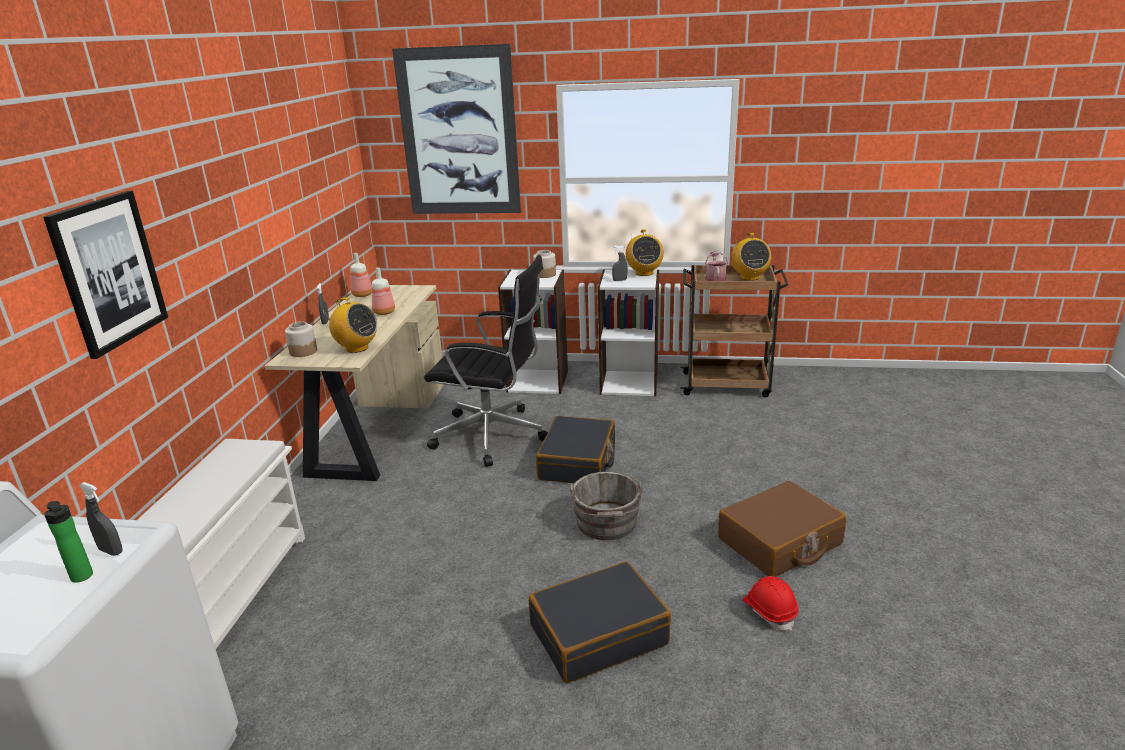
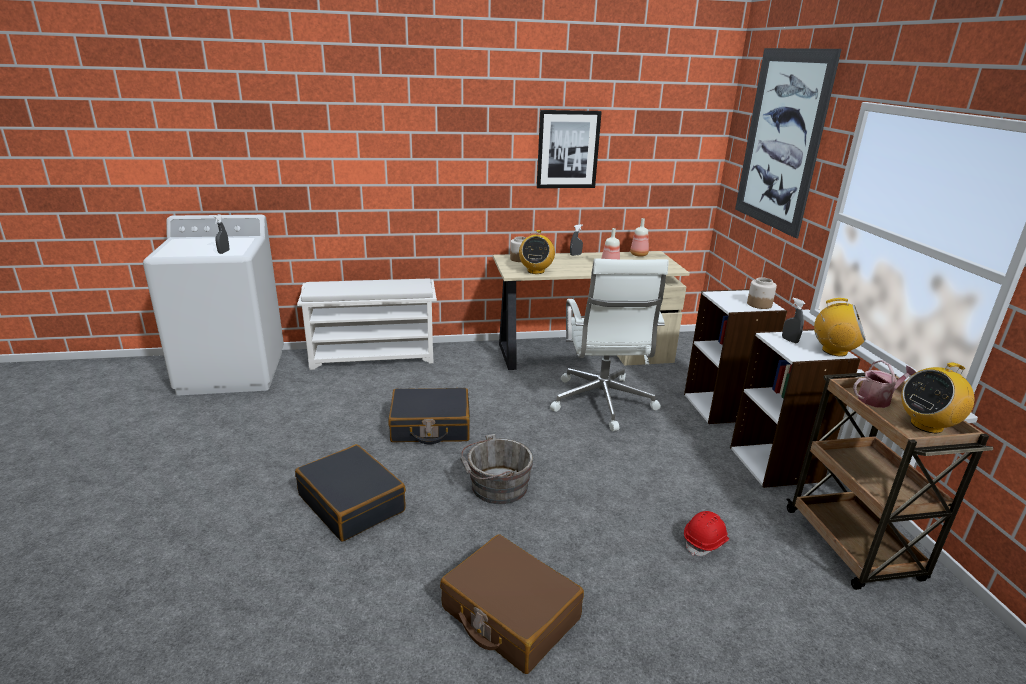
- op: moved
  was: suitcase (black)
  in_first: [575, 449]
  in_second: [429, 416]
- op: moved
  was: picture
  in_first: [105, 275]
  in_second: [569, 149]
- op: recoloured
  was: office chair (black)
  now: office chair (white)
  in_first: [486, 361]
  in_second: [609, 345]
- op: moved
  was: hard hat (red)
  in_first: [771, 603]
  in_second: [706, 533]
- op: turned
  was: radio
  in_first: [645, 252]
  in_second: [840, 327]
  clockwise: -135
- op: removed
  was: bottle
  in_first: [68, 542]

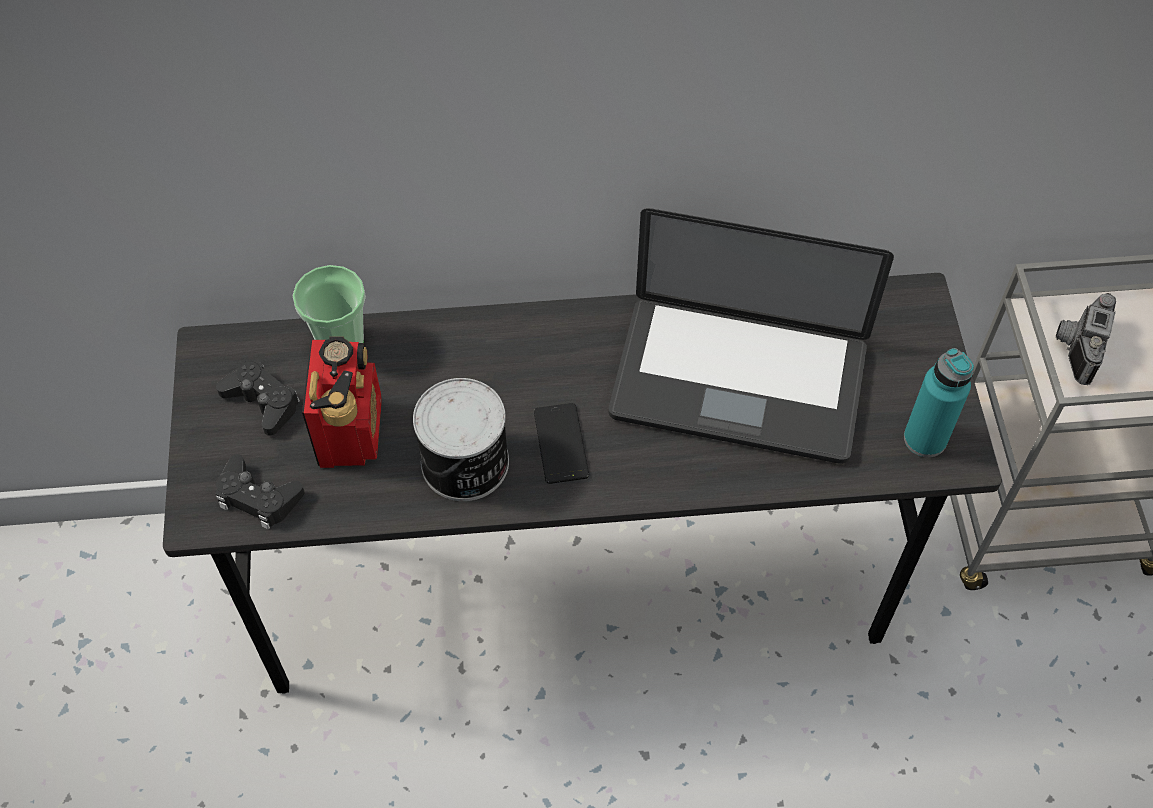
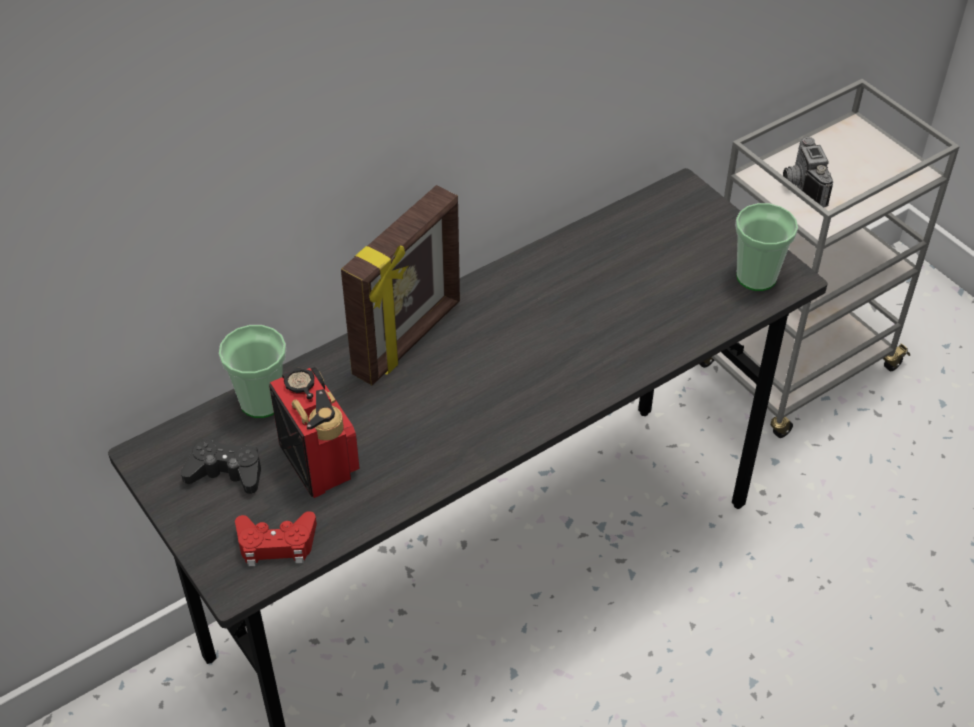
- op: recoloured
  was: game controller (black)
  now: game controller (red)
  in_first: [259, 492]
  in_second: [276, 538]
- op: added
  now: picture frame
  in_second: [400, 285]
- op: replaced
  was: bottle (turquoise)
  now: cup
  in_first: [939, 402]
  in_second: [766, 247]
- op: removed
  was: can
  in_first: [461, 439]
- op: removed
  was: phone
  in_first: [561, 443]
- op: removed
  was: laptop
  in_first: [751, 336]

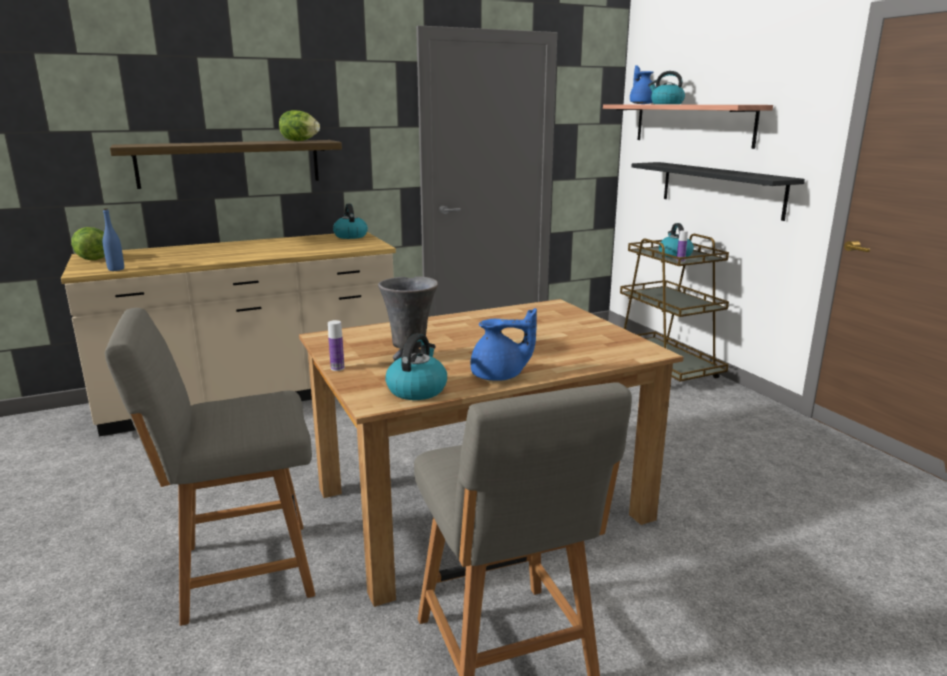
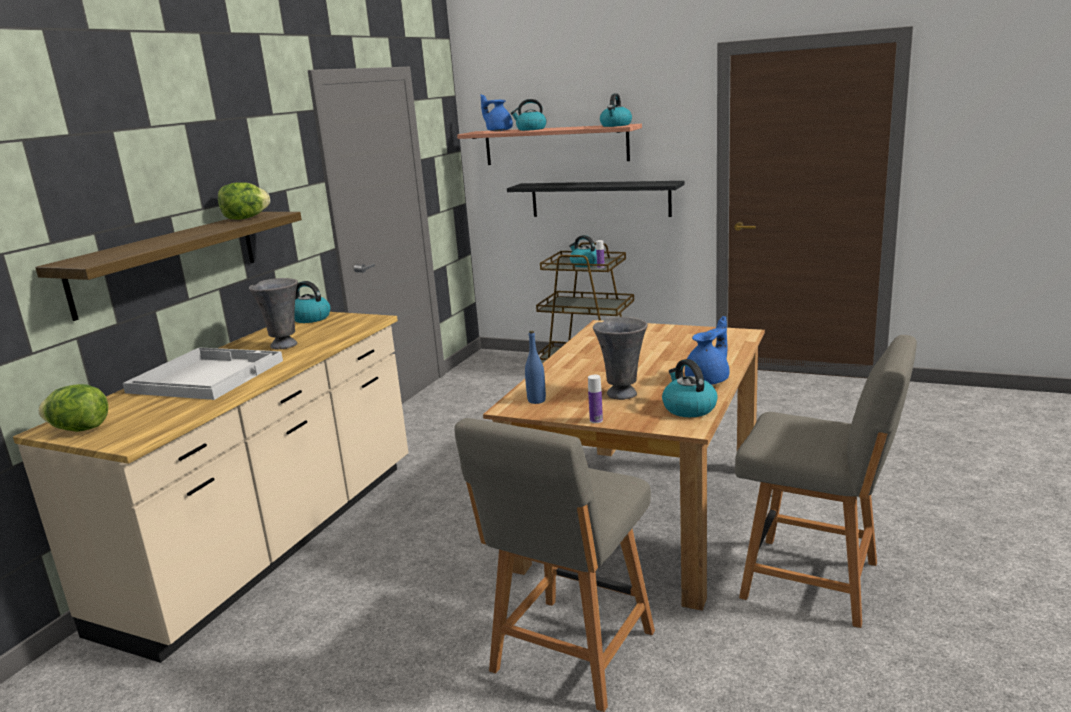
- op: added
  now: tray (white)
  in_second: [203, 373]
- op: added
  now: vase (grey)
  in_second: [273, 314]
- op: moved
  was: bottle (blue)
  in_first: [113, 239]
  in_second: [535, 367]
- op: added
  now: kettle
  in_second: [616, 110]

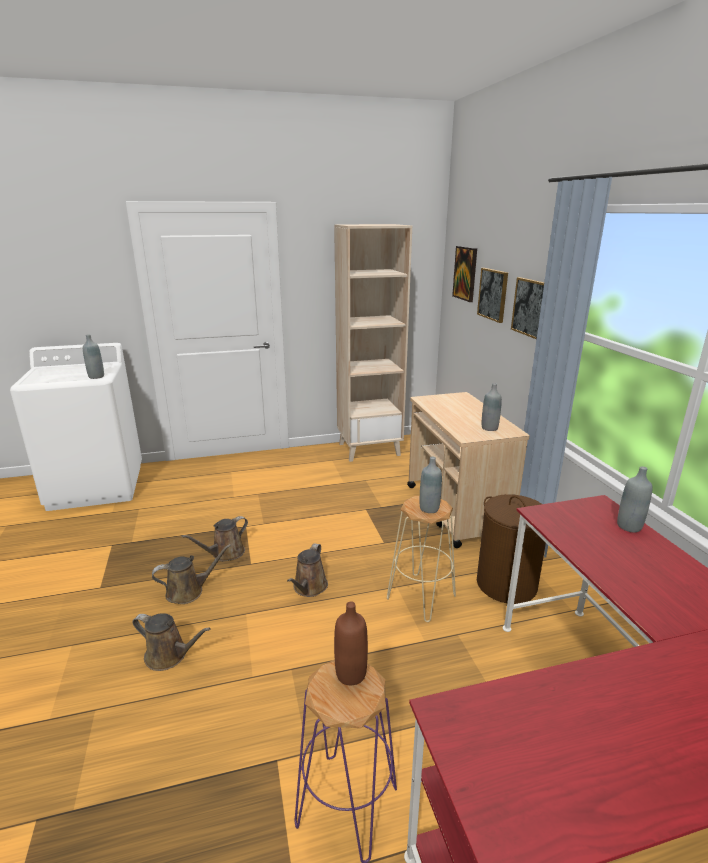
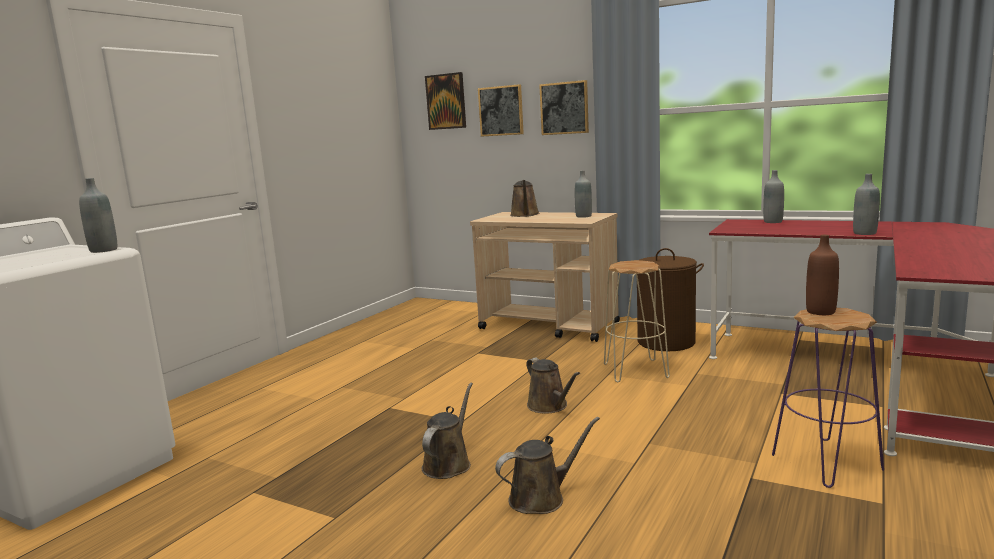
- op: moved
  was: watering can (brown)
  in_first: [215, 538]
  in_second: [524, 198]
- op: moved
  was: bottle (grey)
  in_first: [431, 485]
  in_second: [866, 204]
- op: removed
  was: bookcase (beige)
  in_first: [373, 343]

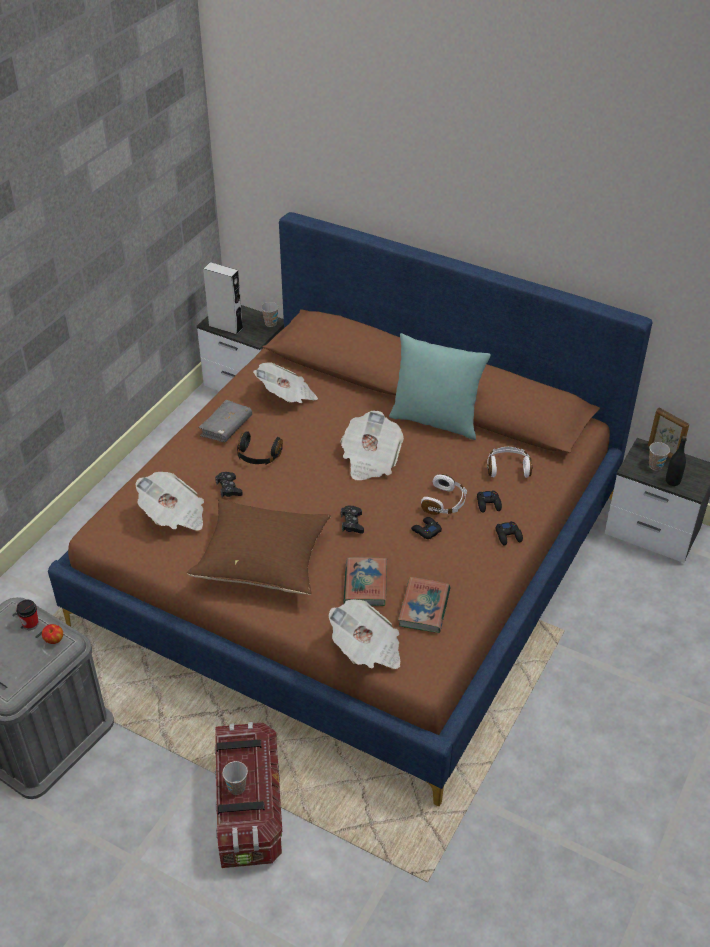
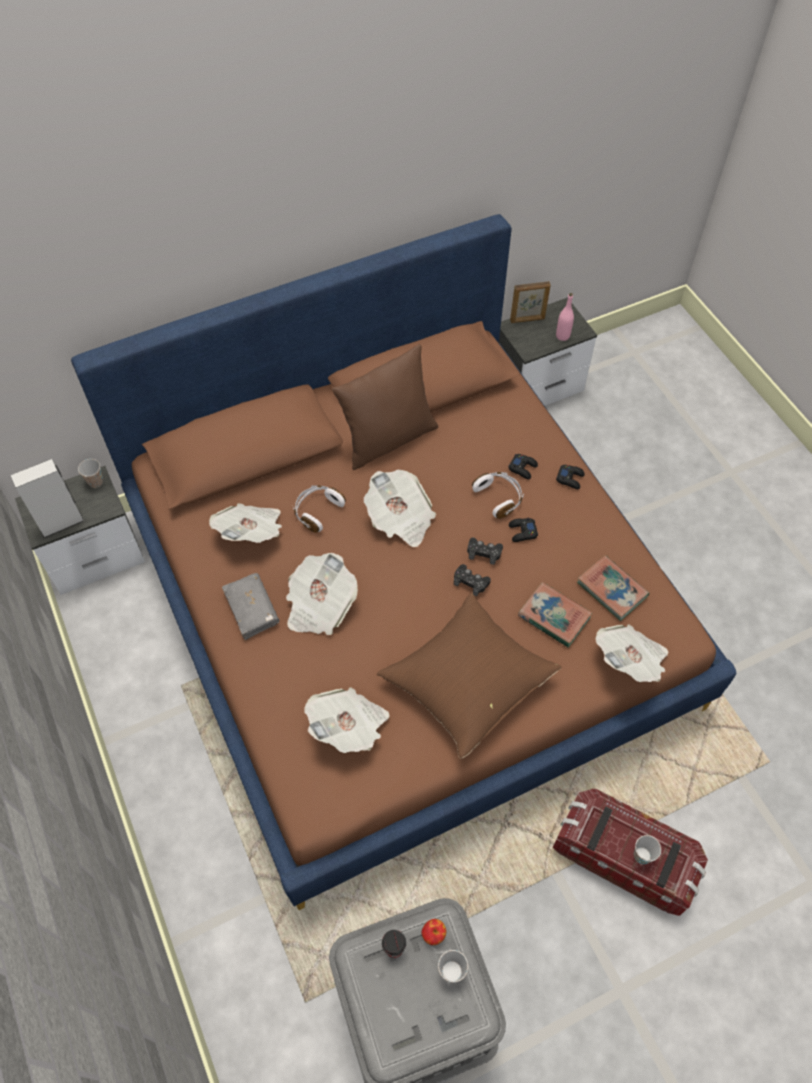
- op: replaced
  was: headphones (black)
  now: newspaper
  in_first: [260, 448]
  in_second: [322, 594]
- op: moved
  was: headphones (white)
  in_first: [510, 462]
  in_second: [319, 509]
- op: recoloured
  was: pillow (turquoise)
  now: pillow (brown)
  in_first: [440, 386]
  in_second: [385, 407]
- op: moved
  was: cup
  in_first: [659, 456]
  in_second: [453, 966]
- op: moved
  was: game controller (black)
  in_first: [229, 485]
  in_second: [485, 551]
- op: recoloured
  was: bottle (black)
  now: bottle (pink)
  in_first: [676, 461]
  in_second: [565, 317]

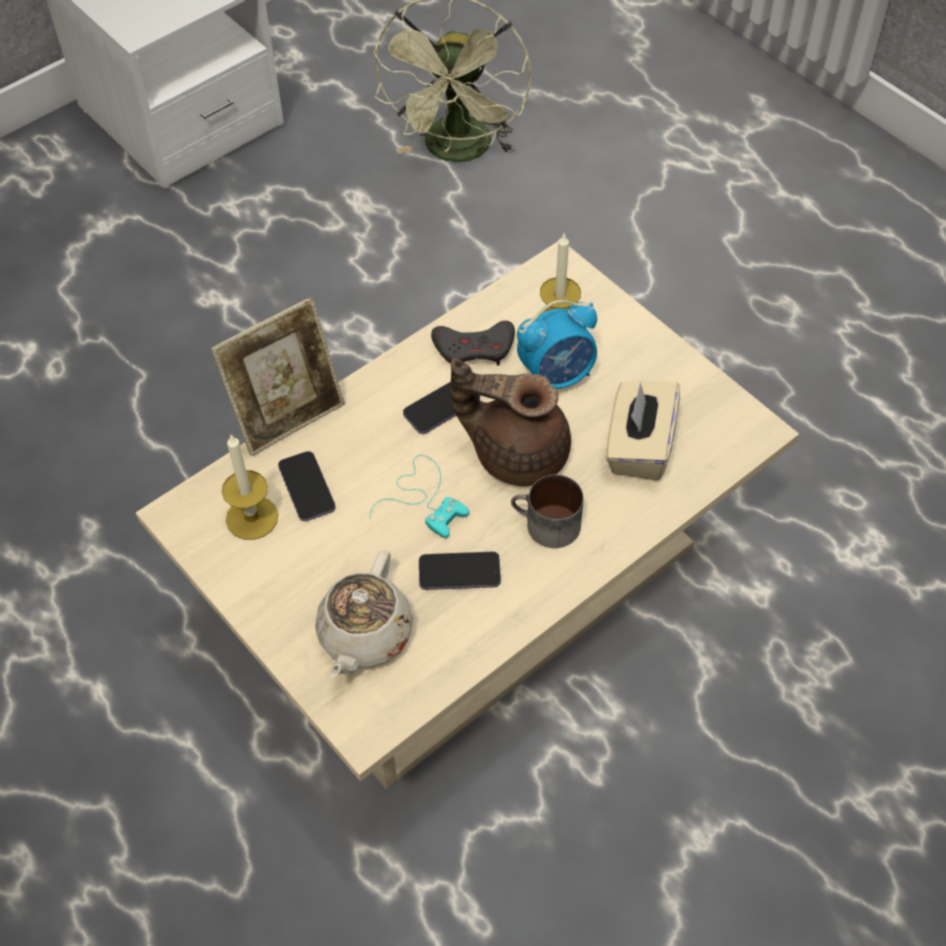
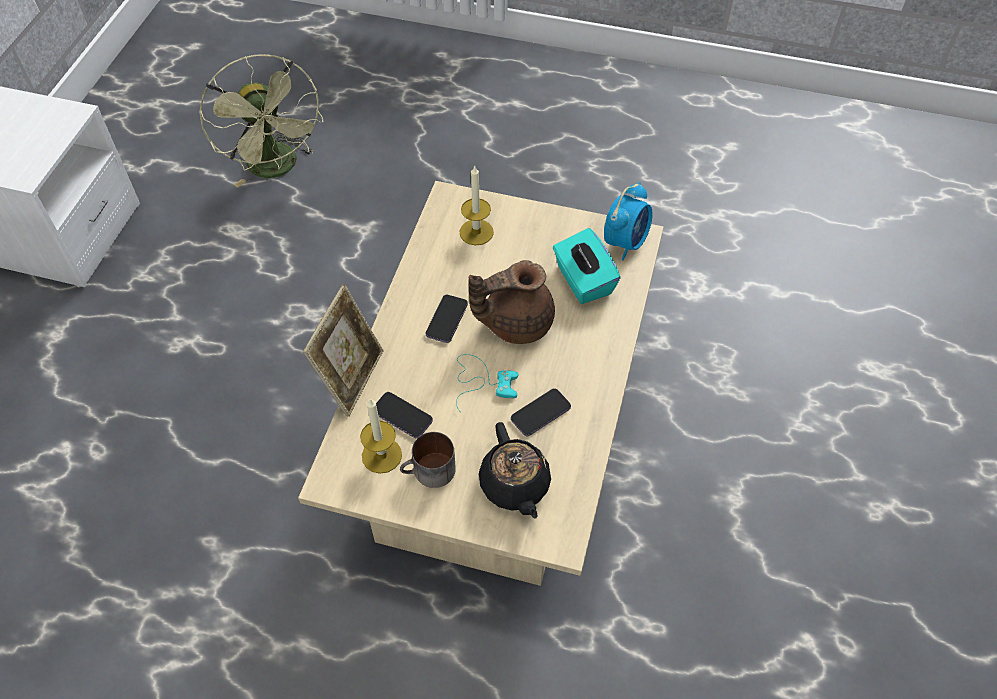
- op: moved
  was: mug
  in_first: [547, 511]
  in_second: [428, 460]
- op: recoloured
  was: teapot (beige)
  now: teapot (black)
  in_first: [364, 614]
  in_second: [515, 470]
- op: recoloured
  was: tissue box (beige)
  now: tissue box (turquoise)
  in_first: [643, 431]
  in_second: [586, 266]
- op: moved
  was: alarm clock
  in_first: [557, 344]
  in_second: [628, 221]
- op: removed
  was: game controller (grey)
  in_first: [473, 343]

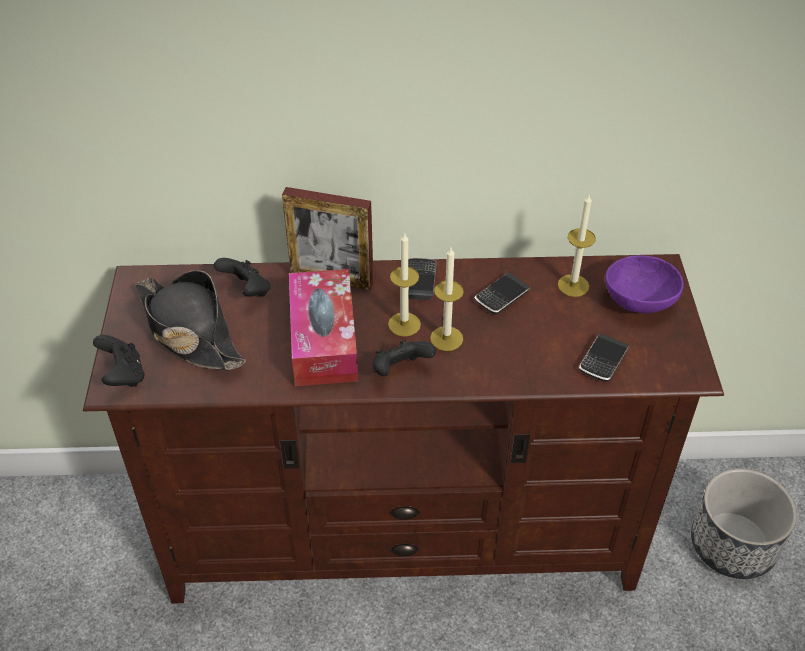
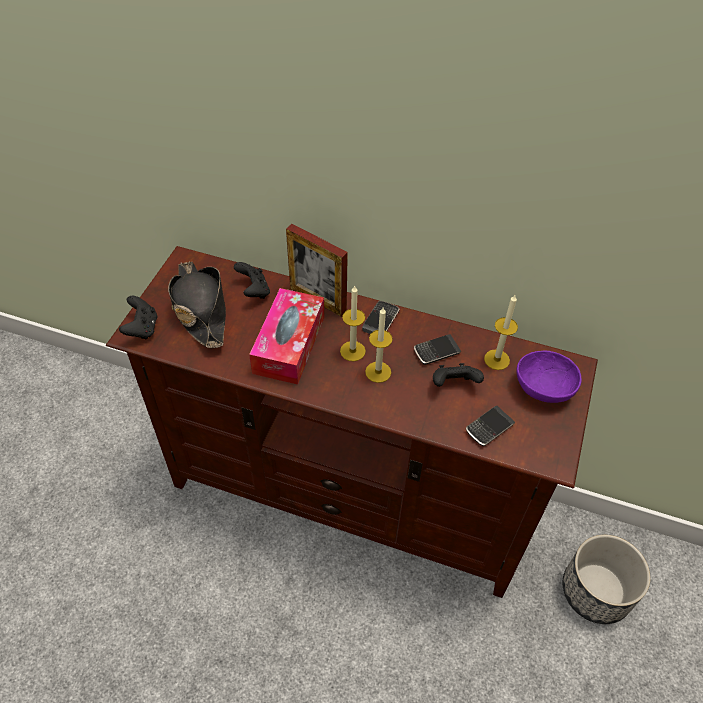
- op: moved
  was: game controller (black)
  in_first: [404, 357]
  in_second: [458, 375]

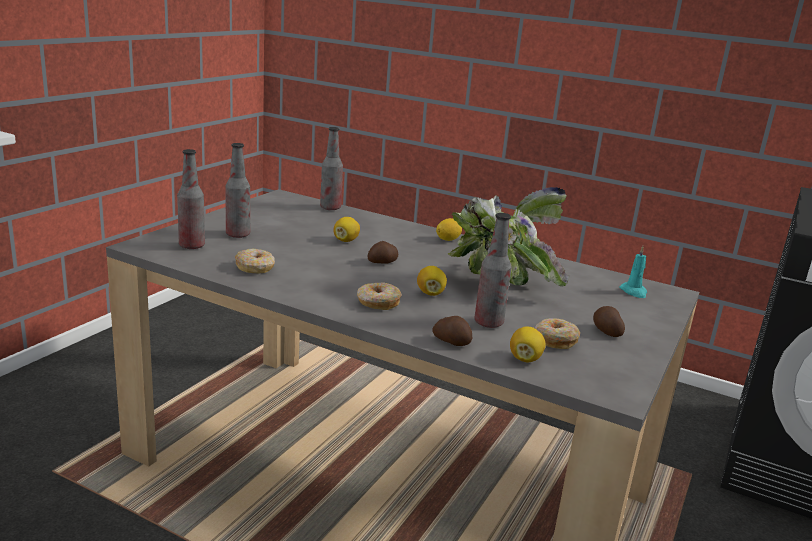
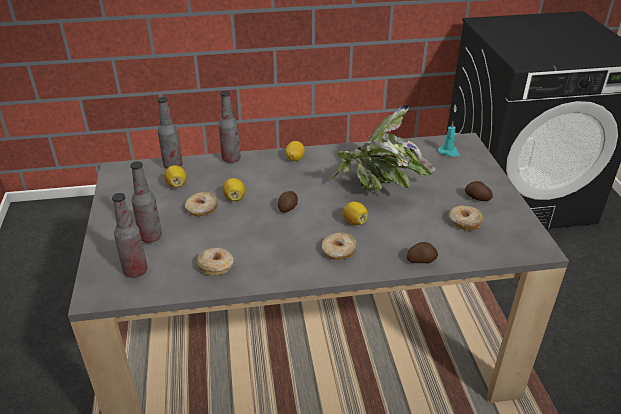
- op: moved
  was: lemon
  in_first: [528, 344]
  in_second: [175, 176]
- op: added
  now: donut
  in_second: [201, 204]
- op: moved
  was: bottle
  in_first: [493, 270]
  in_second: [229, 127]

